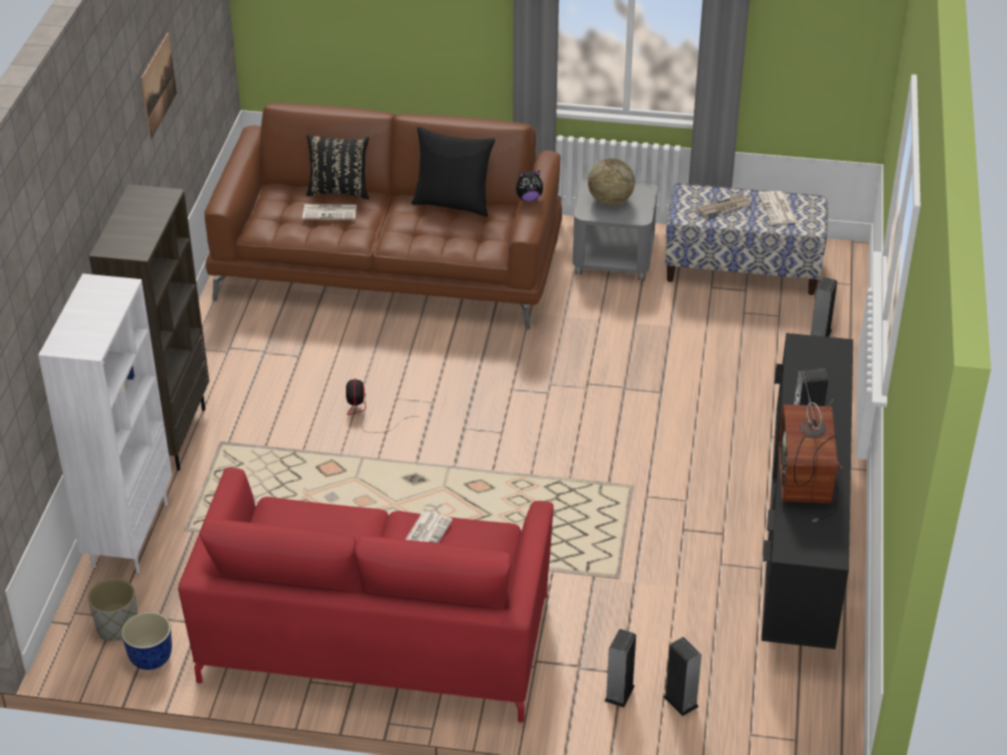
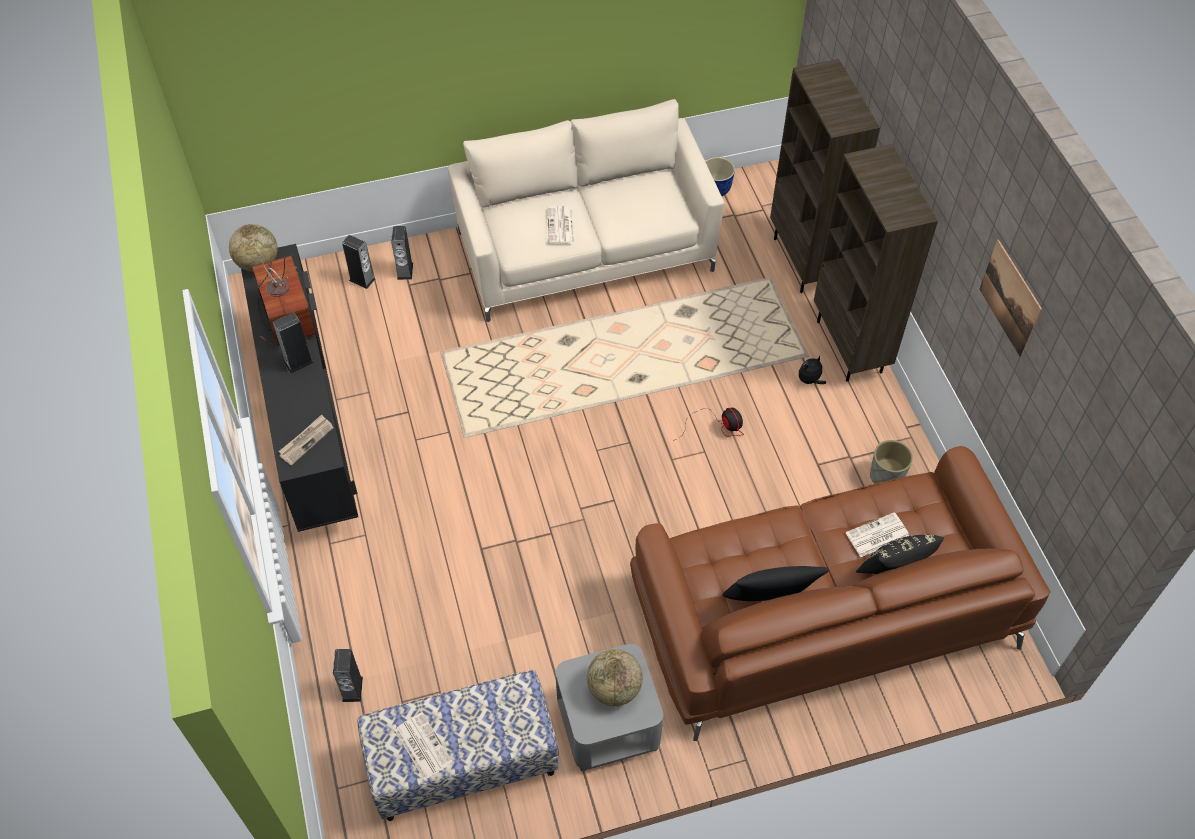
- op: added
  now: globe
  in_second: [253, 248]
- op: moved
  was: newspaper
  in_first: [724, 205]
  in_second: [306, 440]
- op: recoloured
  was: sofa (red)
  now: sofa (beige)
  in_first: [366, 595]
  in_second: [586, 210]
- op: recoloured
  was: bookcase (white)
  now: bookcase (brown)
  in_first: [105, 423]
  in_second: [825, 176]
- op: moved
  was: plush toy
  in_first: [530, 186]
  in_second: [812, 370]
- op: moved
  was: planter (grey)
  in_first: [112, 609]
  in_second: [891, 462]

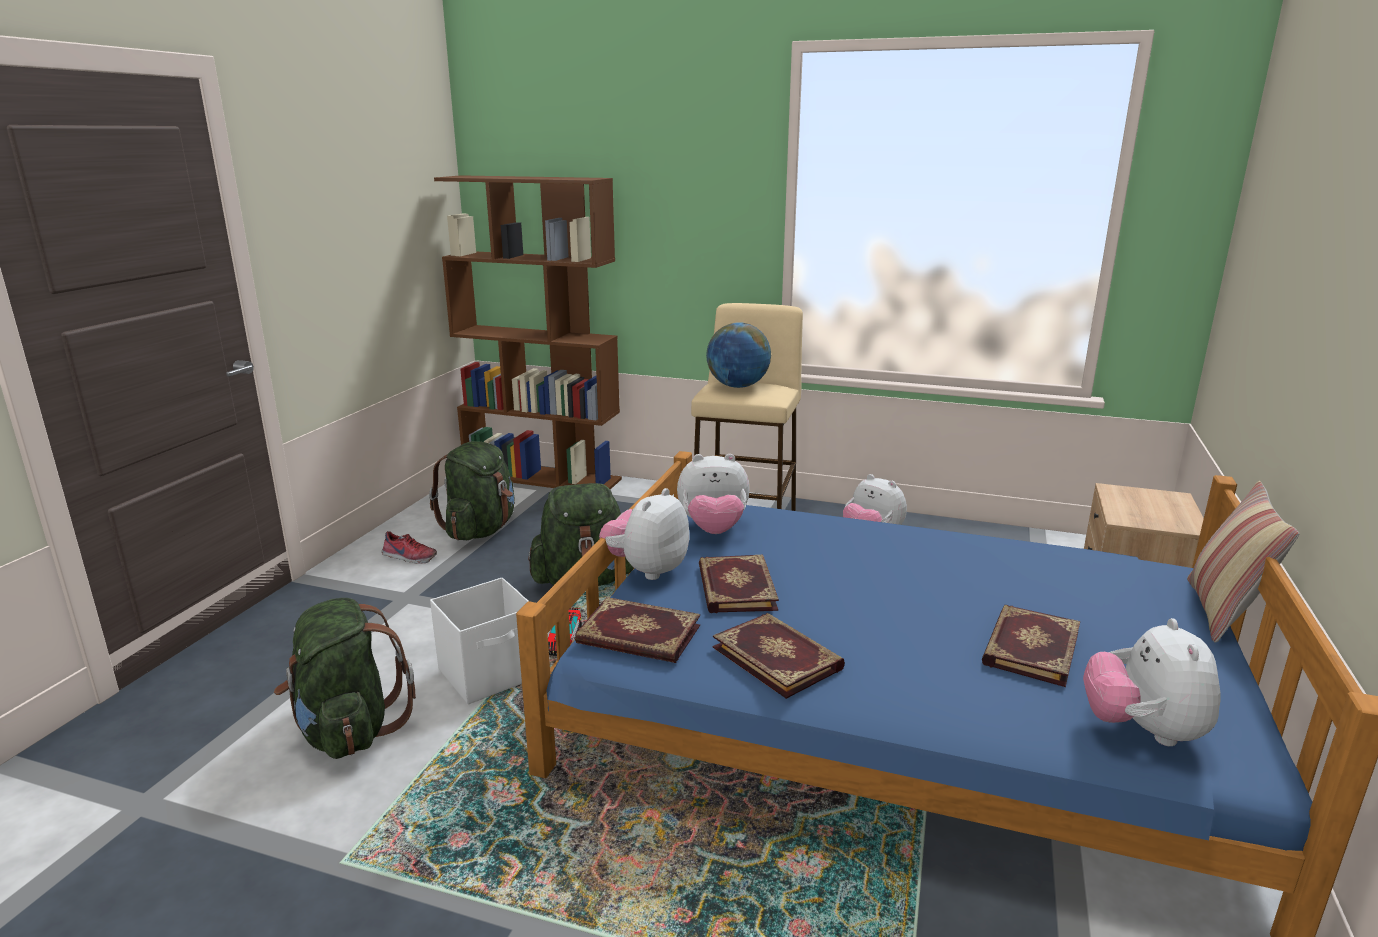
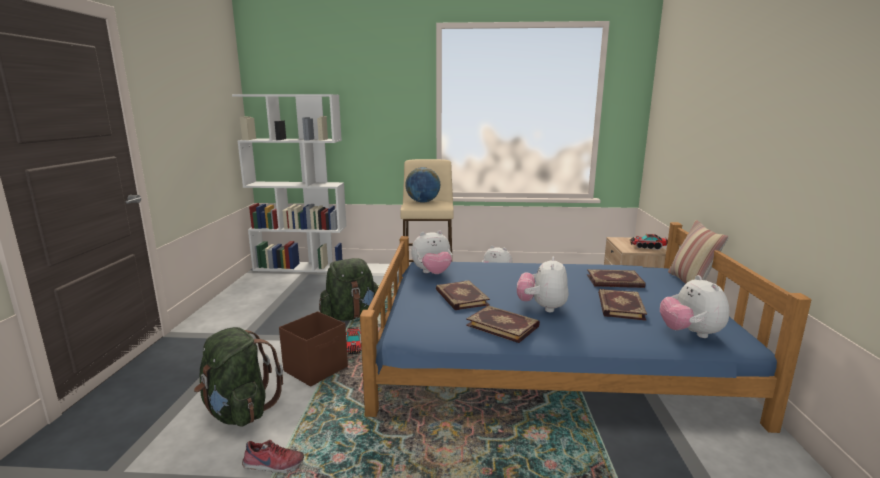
- op: recoloured
  was: bookcase (brown)
  now: bookcase (white)
  in_first: [528, 332]
  in_second: [289, 183]
- op: moved
  was: shoe
  in_first: [409, 547]
  in_second: [273, 456]
- op: recoloured
  was: storage box (white)
  now: storage box (brown)
  in_first: [479, 641]
  in_second: [313, 349]
- op: moved
  was: plush toy
  in_first: [644, 534]
  in_second: [542, 285]
- op: moved
  was: book
  in_first: [637, 630]
  in_second: [616, 278]
- op: added
  now: toy truck
  in_second: [649, 241]
- op: removed
  was: backpack (green)
  in_first: [472, 490]

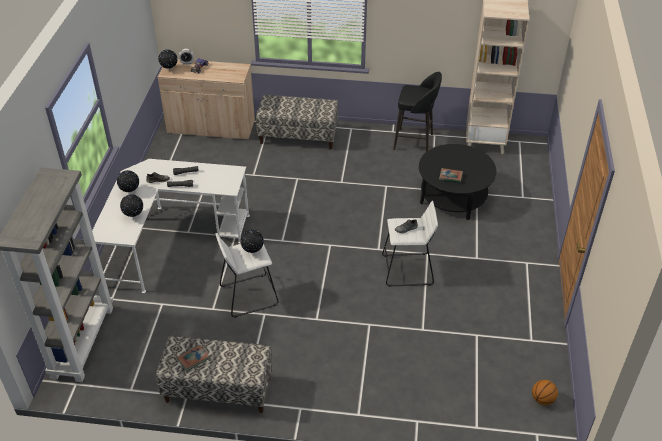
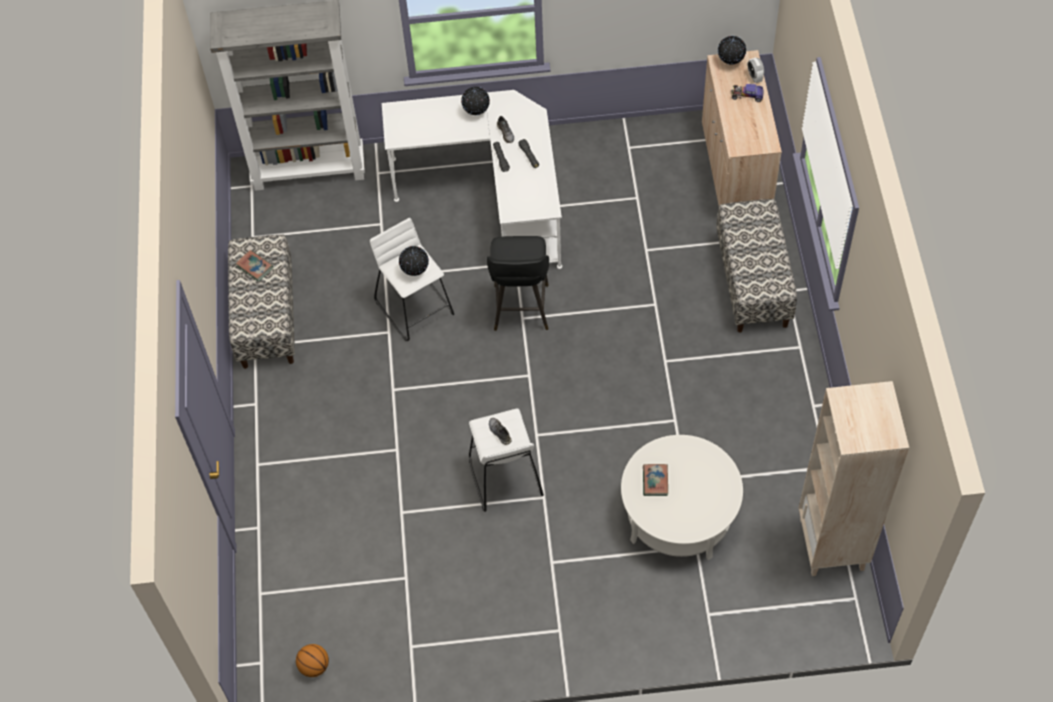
- op: moved
  was: stool (black)
  in_first: [417, 112]
  in_second: [518, 283]
- op: recoloured
  was: coffee table (black)
  now: coffee table (white)
  in_first: [457, 182]
  in_second: [682, 497]
- op: removed
  was: globe
  in_first: [131, 205]

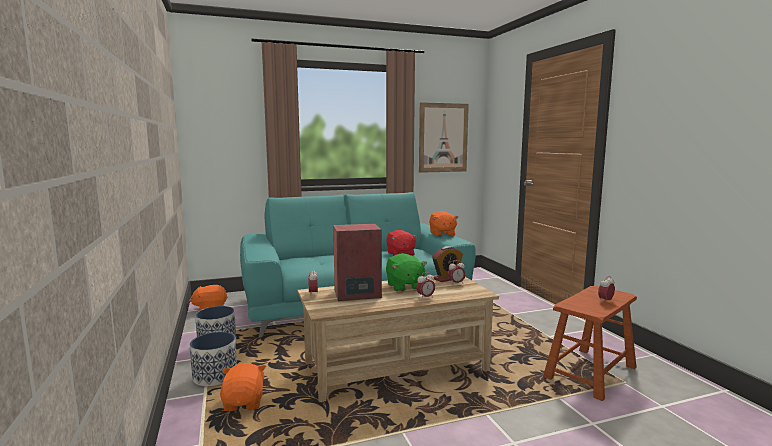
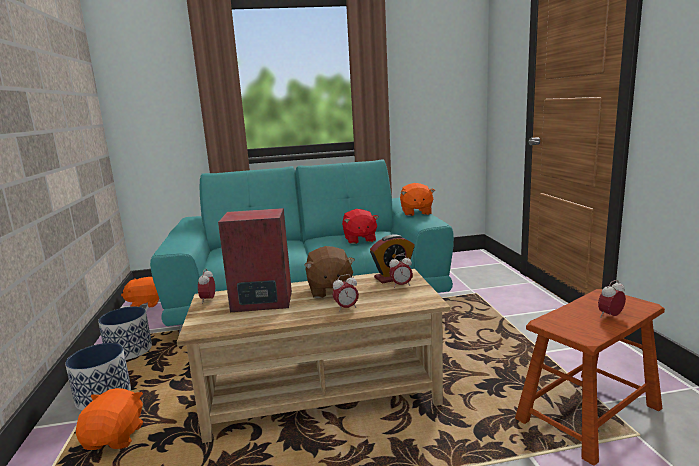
- op: recoloured
  was: plush toy (green)
  now: plush toy (brown)
  in_first: [406, 272]
  in_second: [329, 272]
- op: removed
  was: picture
  in_first: [444, 137]

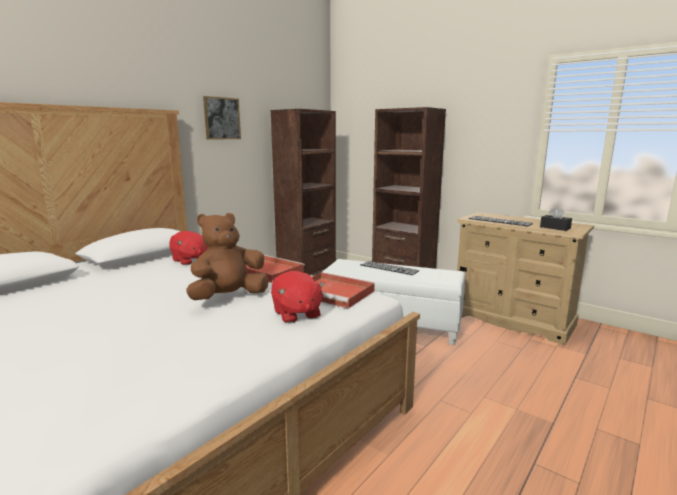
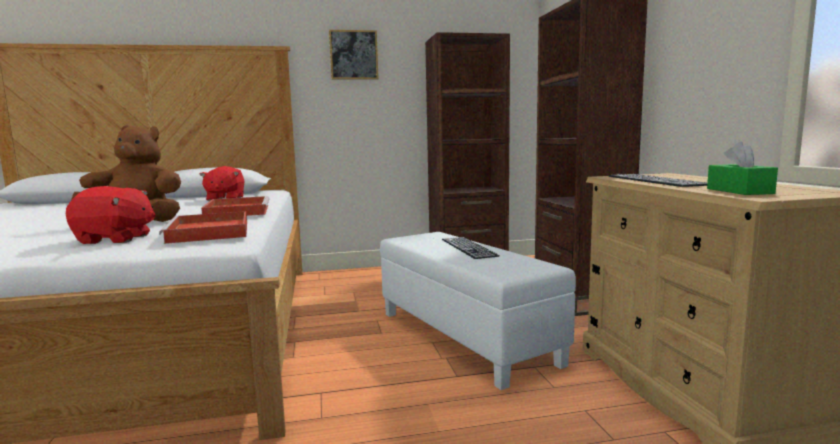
- op: turned
  was: plush toy (red)
  in_first: [298, 297]
  in_second: [110, 215]
  clockwise: -105
- op: recoloured
  was: tissue box (black)
  now: tissue box (green)
  in_first: [556, 219]
  in_second: [742, 168]

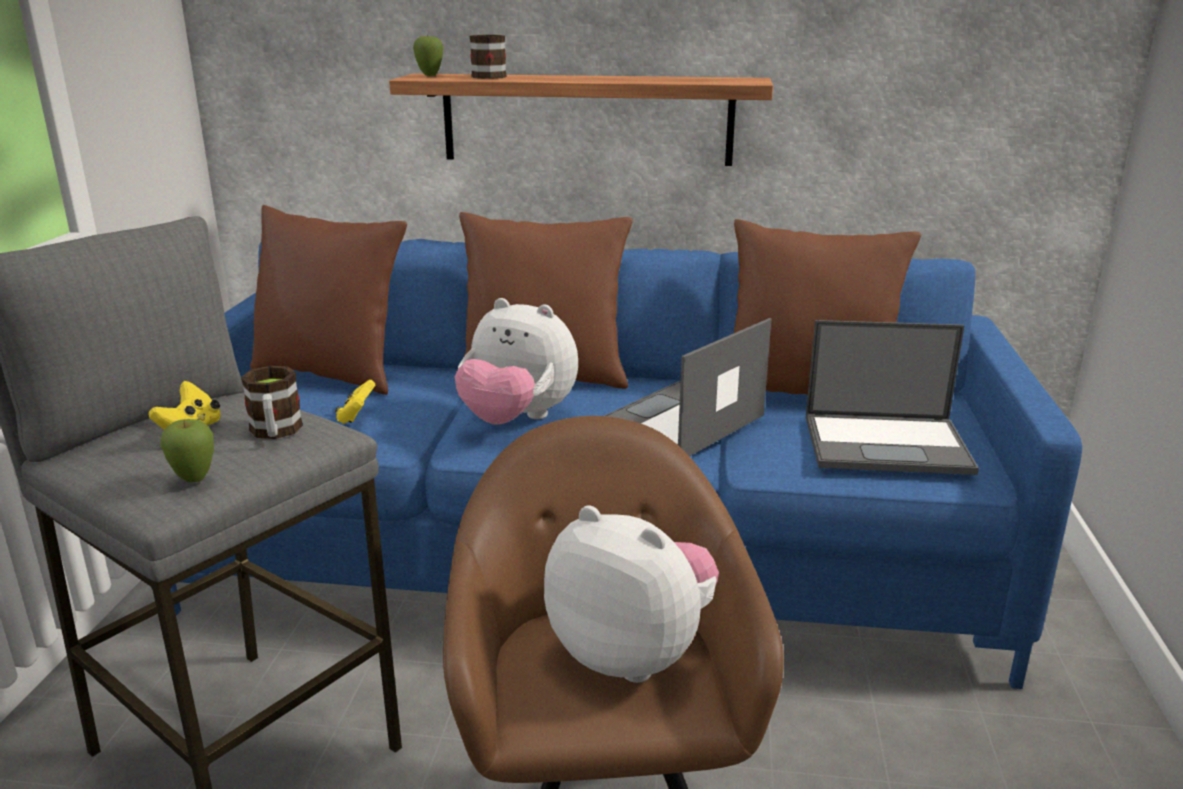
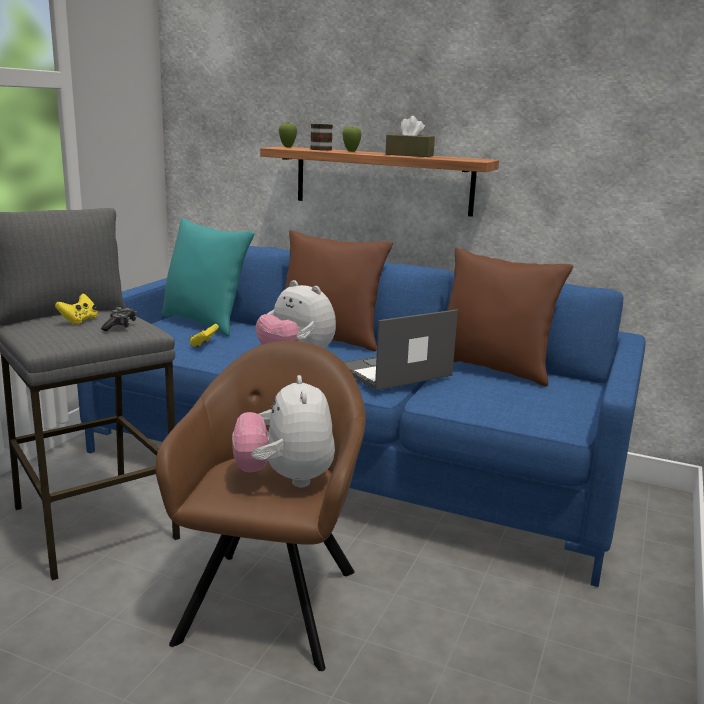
- op: replaced
  was: mug
  now: game controller
  in_first: [272, 402]
  in_second: [119, 319]
- op: recoloured
  was: pillow (brown)
  now: pillow (turquoise)
  in_first: [328, 300]
  in_second: [208, 277]
- op: turned
  was: plush toy
  in_first: [631, 594]
  in_second: [283, 431]
  clockwise: -150
- op: moved
  was: apple
  in_first: [187, 450]
  in_second: [352, 138]
- op: added
  now: tissue box (brown)
  in_second: [410, 136]
- op: removed
  was: laptop
  in_first: [892, 397]

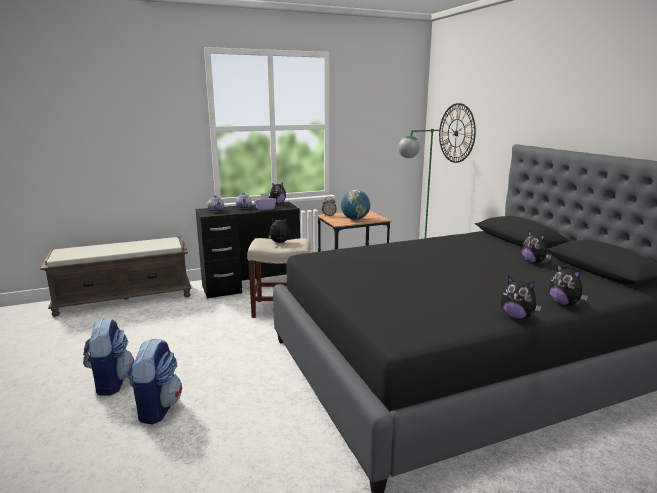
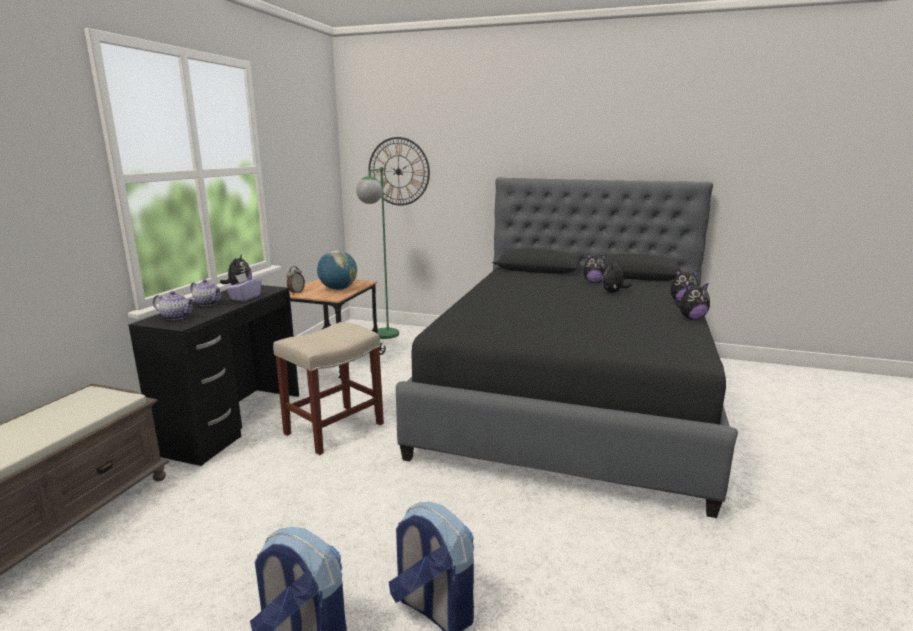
- op: moved
  was: plush toy
  in_first: [279, 230]
  in_second: [616, 276]

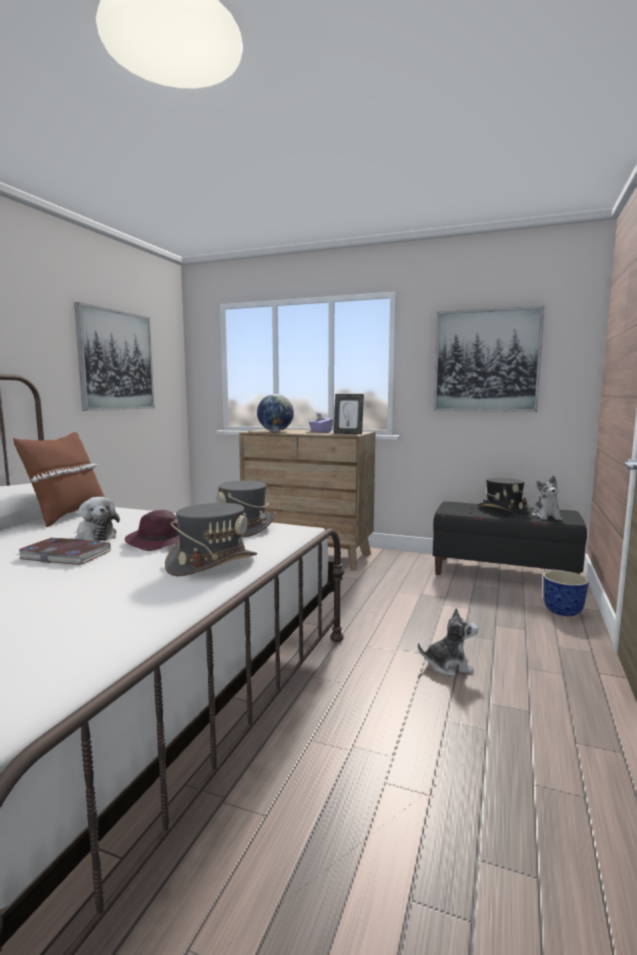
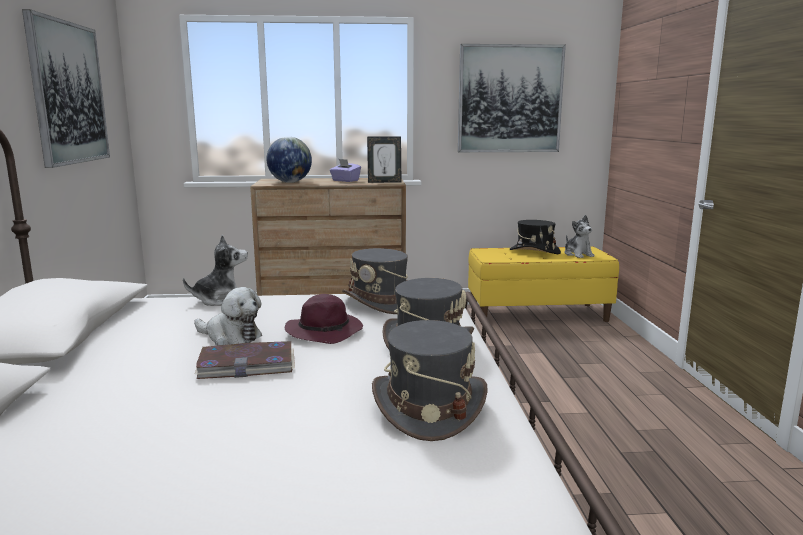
- op: moved
  was: plush toy
  in_first: [448, 641]
  in_second: [215, 270]
- op: added
  now: hat (grey)
  in_second: [430, 380]
- op: recoloured
  was: bench (black)
  now: bench (yellow)
  in_first: [510, 538]
  in_second: [543, 285]
- op: removed
  was: pillow (brown)
  in_first: [59, 479]
- op: removed
  was: planter
  in_first: [566, 593]

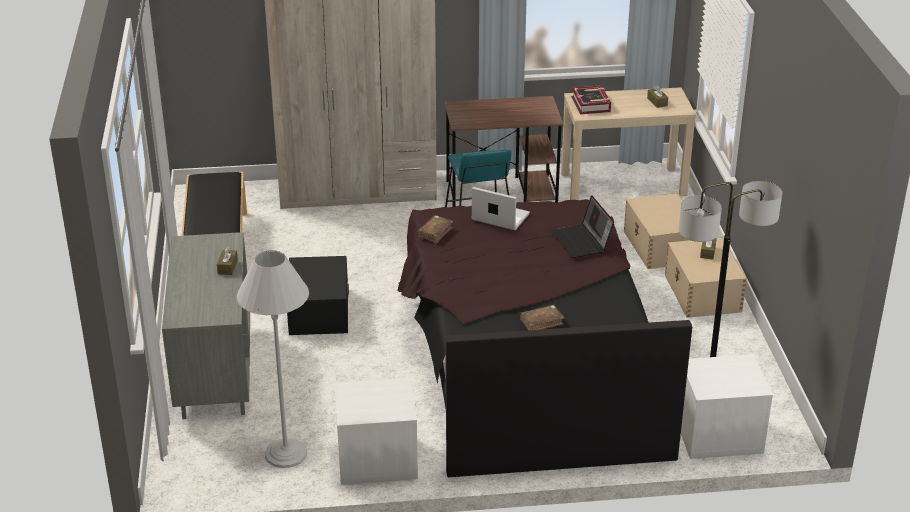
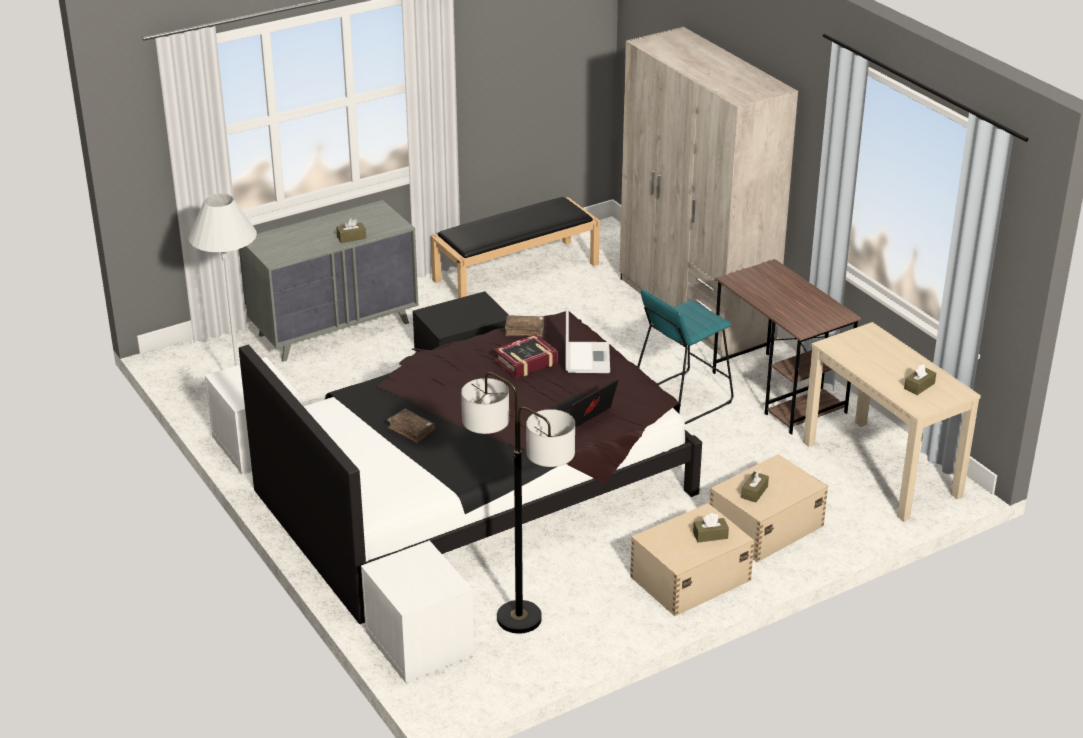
- op: moved
  was: book
  in_first: [591, 99]
  in_second: [526, 356]
- op: added
  now: tissue box (brown)
  in_second: [755, 486]

